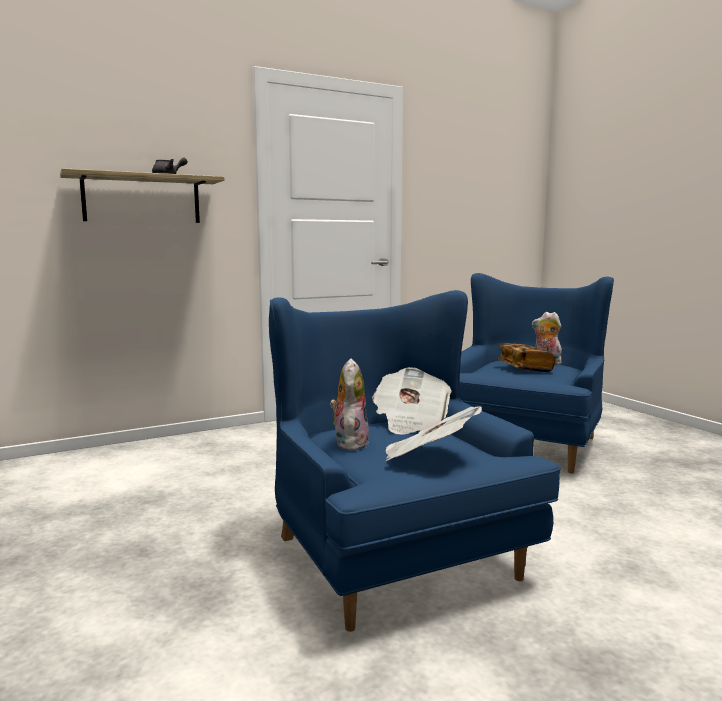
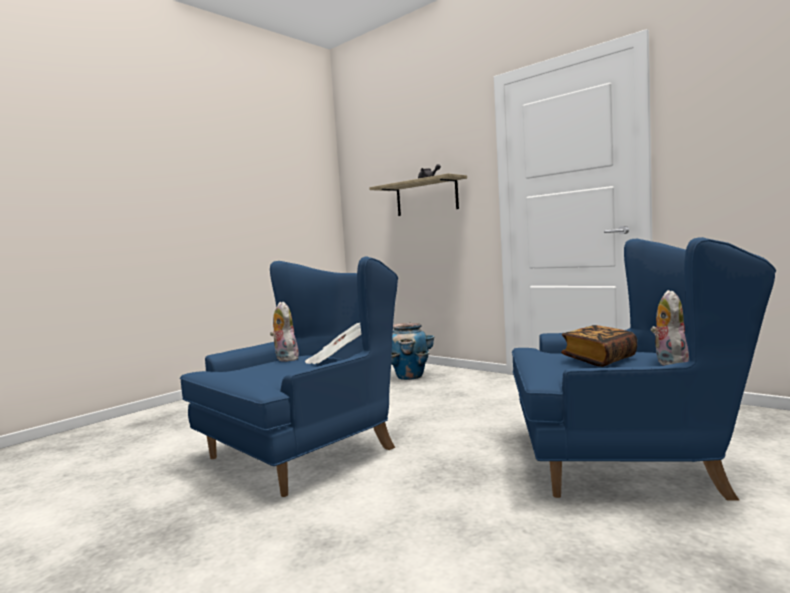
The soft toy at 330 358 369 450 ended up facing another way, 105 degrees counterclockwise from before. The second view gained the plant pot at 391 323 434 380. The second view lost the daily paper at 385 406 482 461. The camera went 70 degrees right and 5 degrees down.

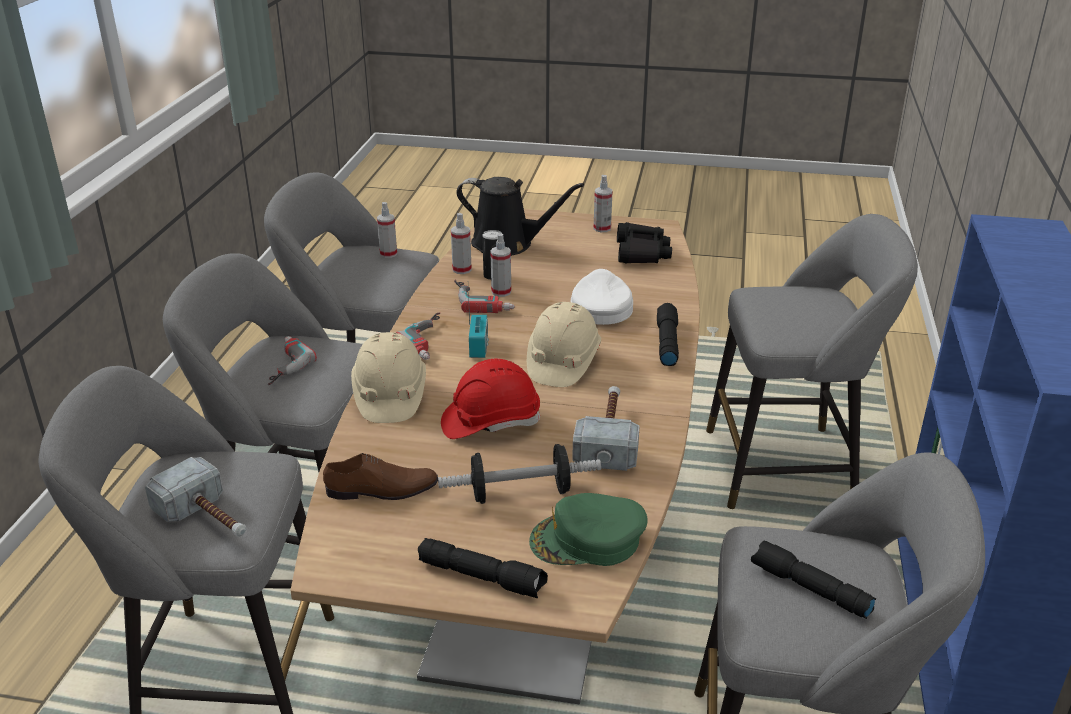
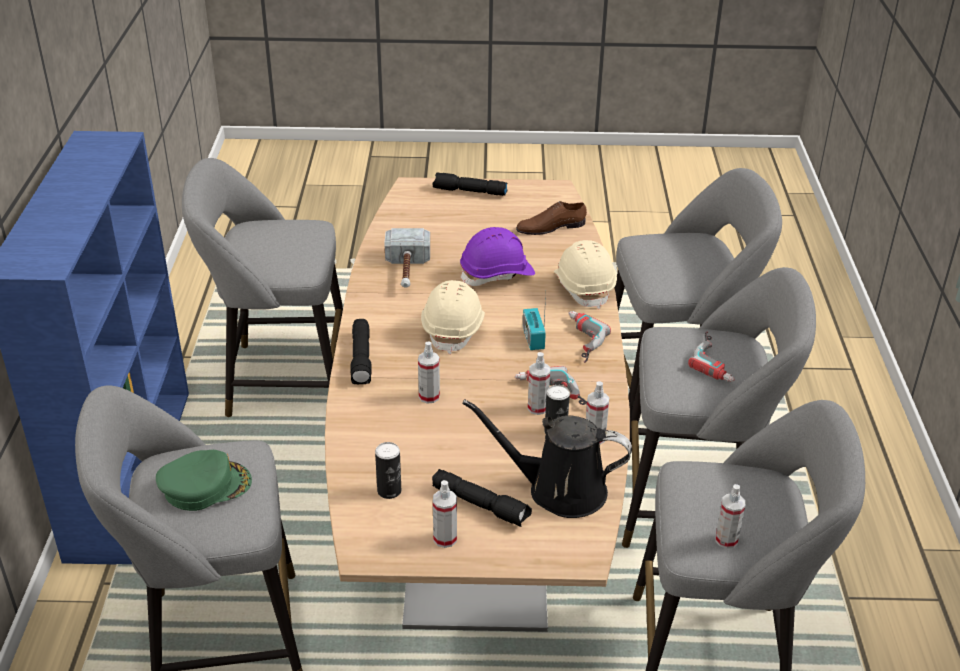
The green-coloured baseball cap ended up elsewhere, having gone from 529 493 648 566 to 156 450 252 511. Where the black-coloured pair of binoculars stood at 617 222 672 264, the can came to stand at 375 442 401 499. Where the white baseball cap stood at 571 269 633 325, the spray bottle came to stand at 418 342 440 404. The black-coloured hand torch ended up elsewhere, having gone from 751 541 876 619 to 432 469 532 527. What was the red-coloured safety helmet at 441 359 540 439 turned into the purplish safety helmet at 460 227 535 286. The second view lost the hand hammer at 145 457 246 537. The second view lost the dumbbell at 438 444 601 504. The camera went 170 degrees right and 5 degrees up.

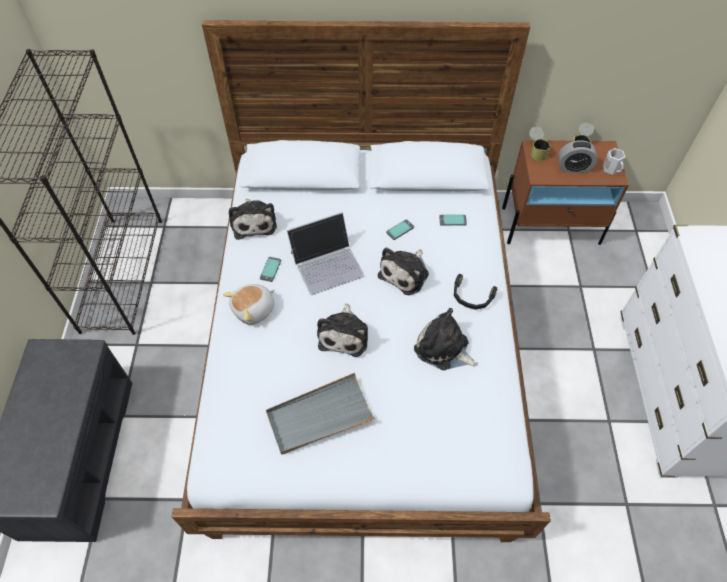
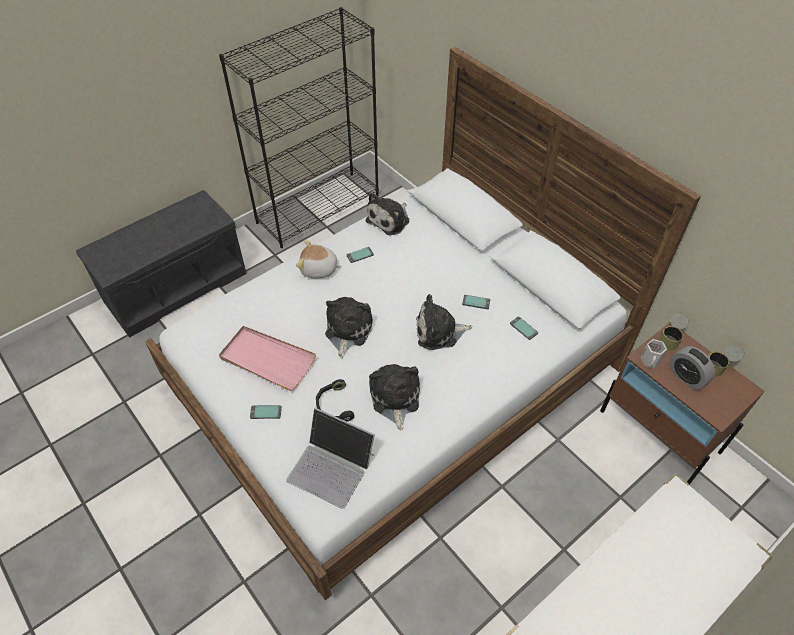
What was the gray carrying tray at 266 373 375 454 turned into the pinkish carrying tray at 219 326 316 391. The second view gained the handset at 250 405 282 419. The laptop ended up elsewhere, having gone from 287 212 364 295 to 286 408 375 509. The black-coloured headset ended up elsewhere, having gone from 454 274 497 310 to 316 379 354 422. The soft toy at 317 304 368 357 ended up facing another way, 135 degrees clockwise from before. The white mug ended up elsewhere, having gone from 602 148 626 175 to 640 339 667 368. The camera went 50 degrees right and 5 degrees down.

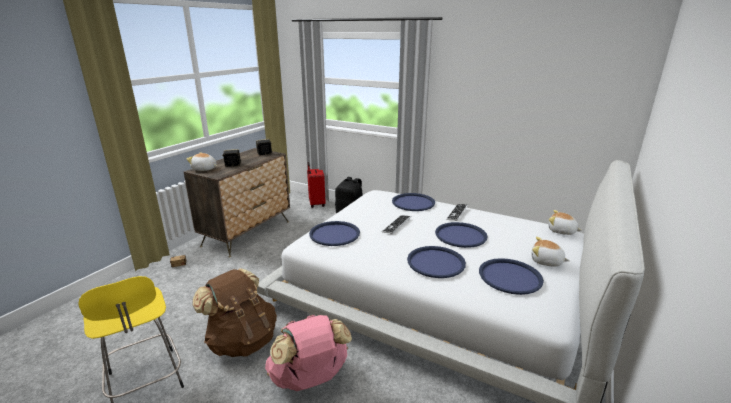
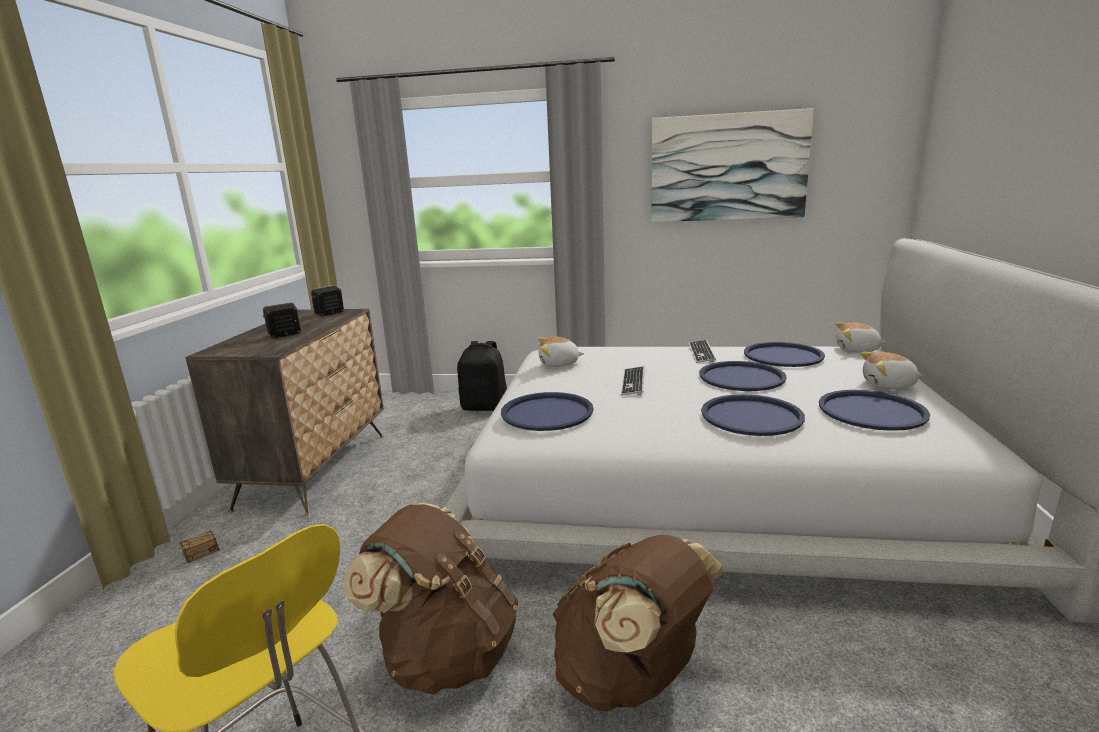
The soft toy ended up elsewhere, having gone from 186 152 217 171 to 538 337 584 367. What was the pinkish rucksack at 265 315 352 391 turned into the brownish rucksack at 553 535 725 711. The second view gained the wall picture at 651 108 814 222. The bluish carrying tray ended up elsewhere, having gone from 392 193 435 211 to 744 342 825 367. The second view lost the red-coloured piece of luggage at 307 162 326 208. The camera went 20 degrees left and 5 degrees down.

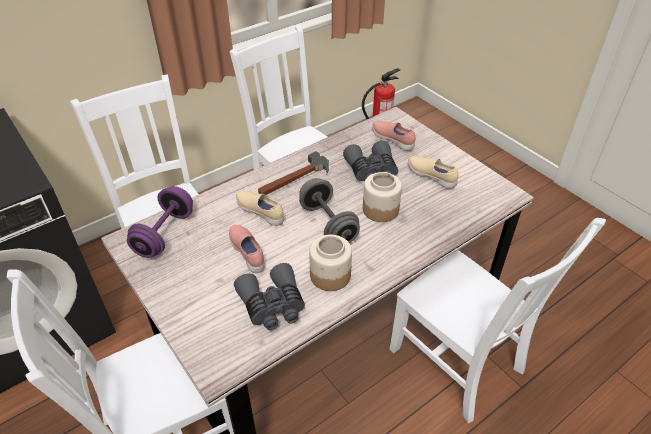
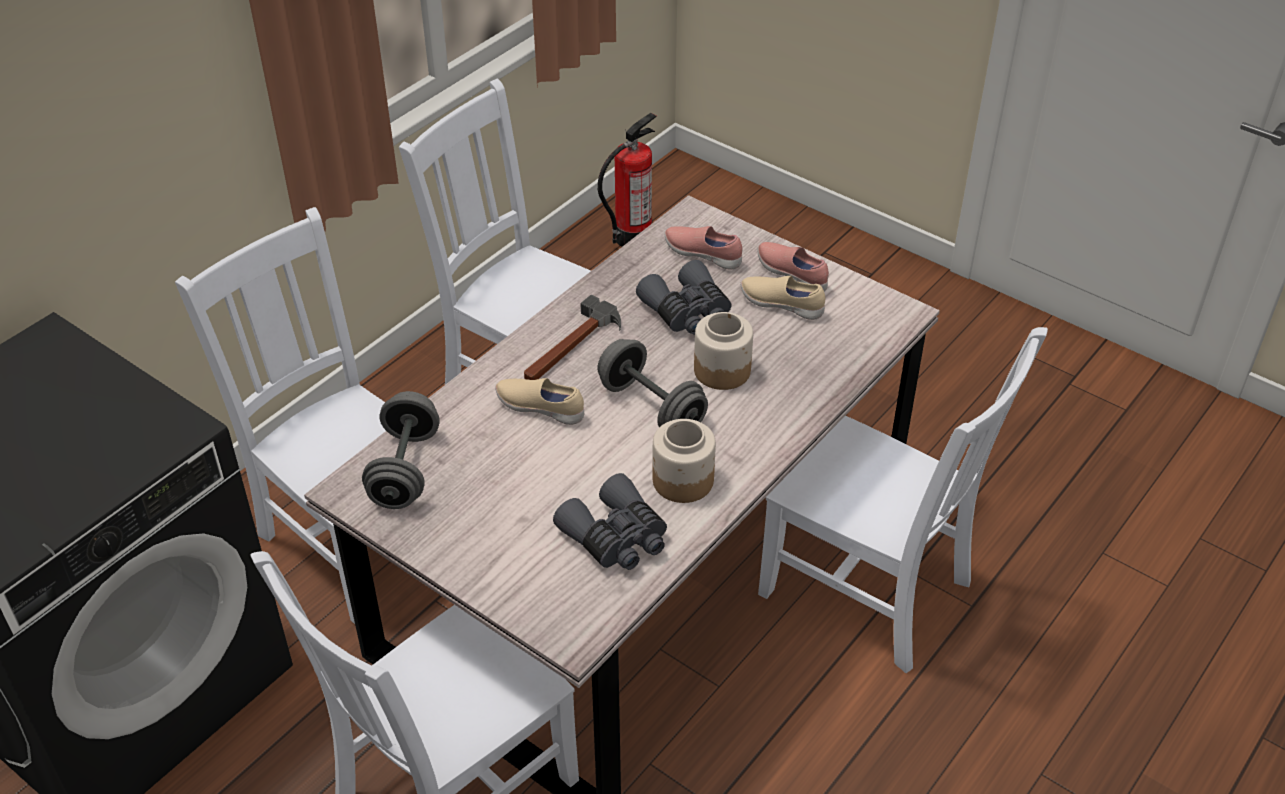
What was the purplish dumbbell at 127 186 193 258 turned into the gray dumbbell at 362 391 440 509. The pinkish item of footwear ended up elsewhere, having gone from 229 225 264 273 to 758 242 829 292. The camera went 15 degrees left and 0 degrees up.

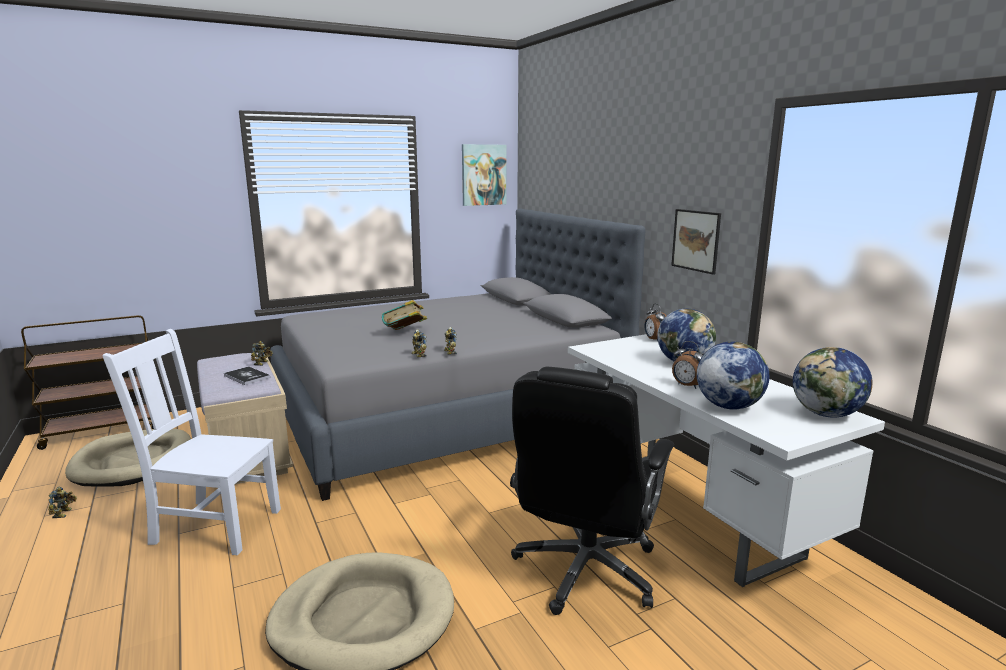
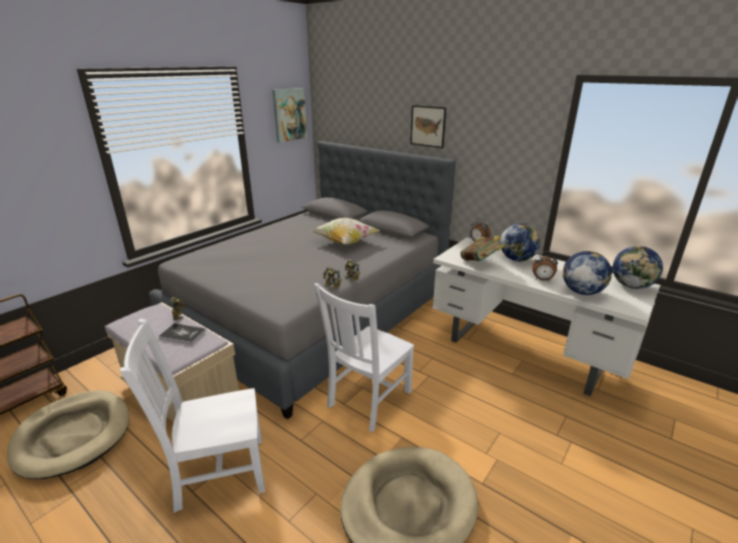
The second view gained the throw pillow at 311 218 380 245. The second view gained the white plain chair at 314 283 414 432. The wall picture ended up elsewhere, having gone from 671 209 721 275 to 410 105 446 148. The book ended up elsewhere, having gone from 382 300 427 330 to 460 236 505 261. The second view lost the robot figure at 48 486 77 518. The second view lost the black-coloured office chair at 510 367 674 615. The camera went 25 degrees left and 10 degrees up.

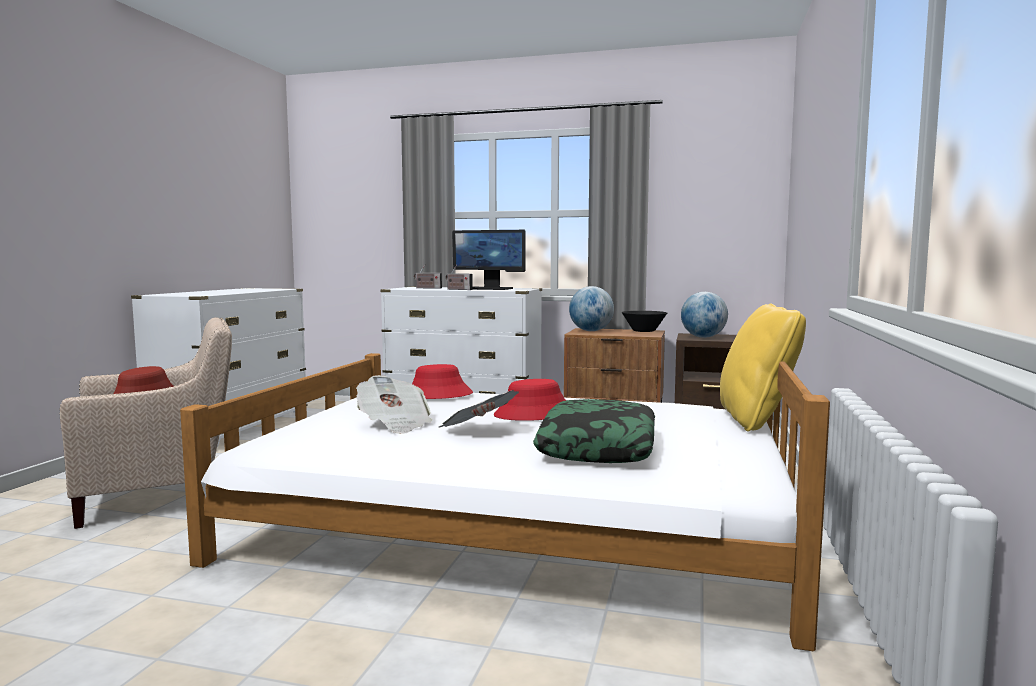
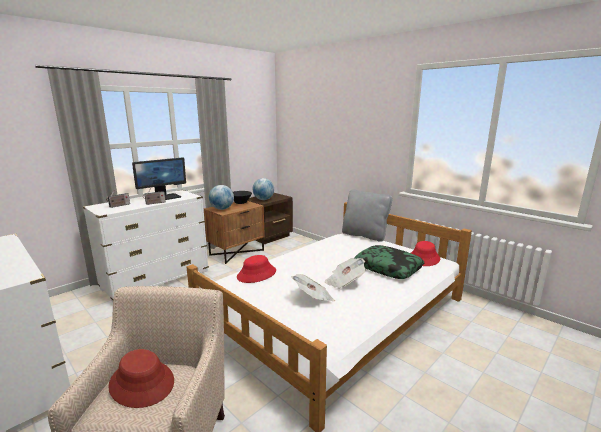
What was the yellowish throw pillow at 720 303 806 432 turned into the gray throw pillow at 342 189 392 242. The red-coloured hat ended up elsewhere, having gone from 494 379 566 421 to 411 241 440 266. The camera went 60 degrees left and 10 degrees up.

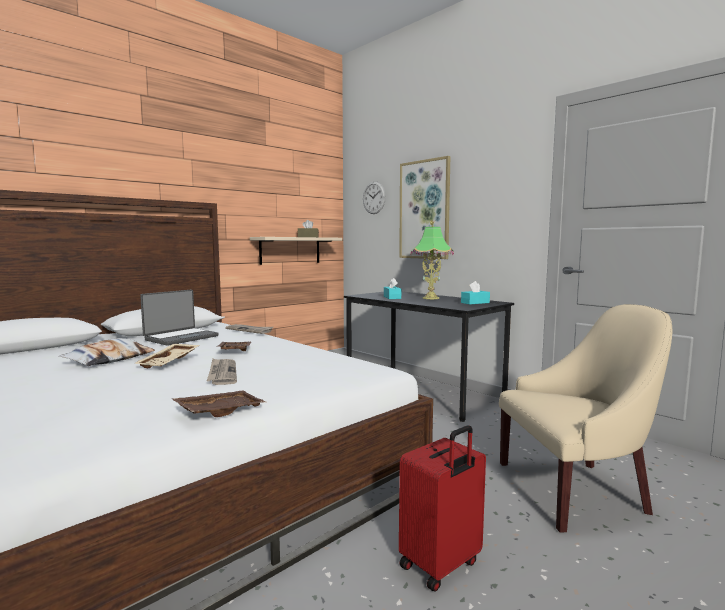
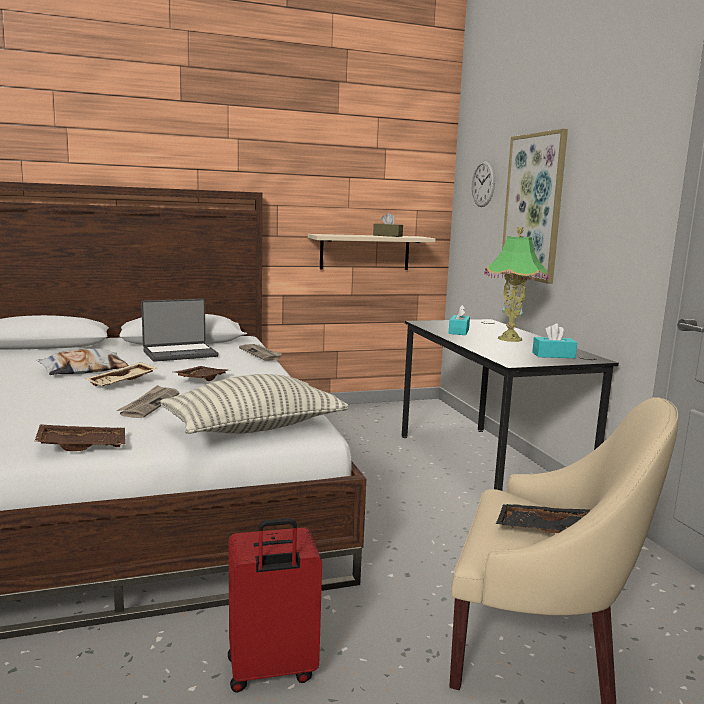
The second view gained the throw pillow at 160 374 348 434. The second view gained the black-coloured carrying tray at 496 504 591 533. The camera went 25 degrees right and 5 degrees up.

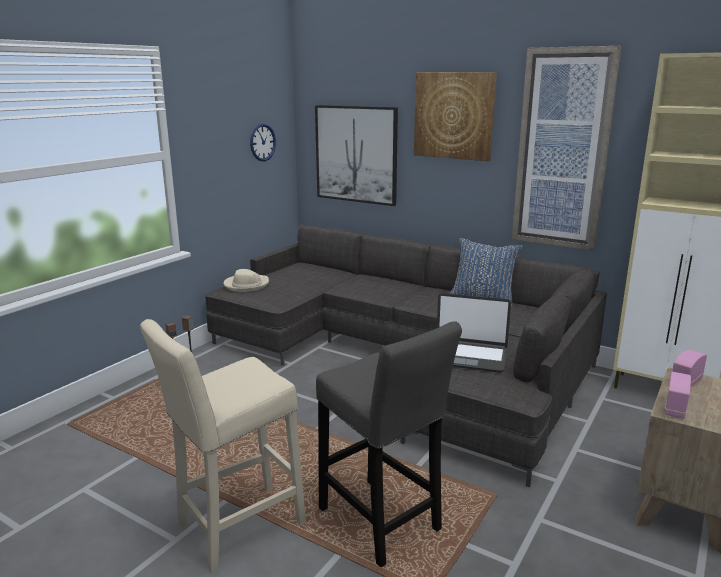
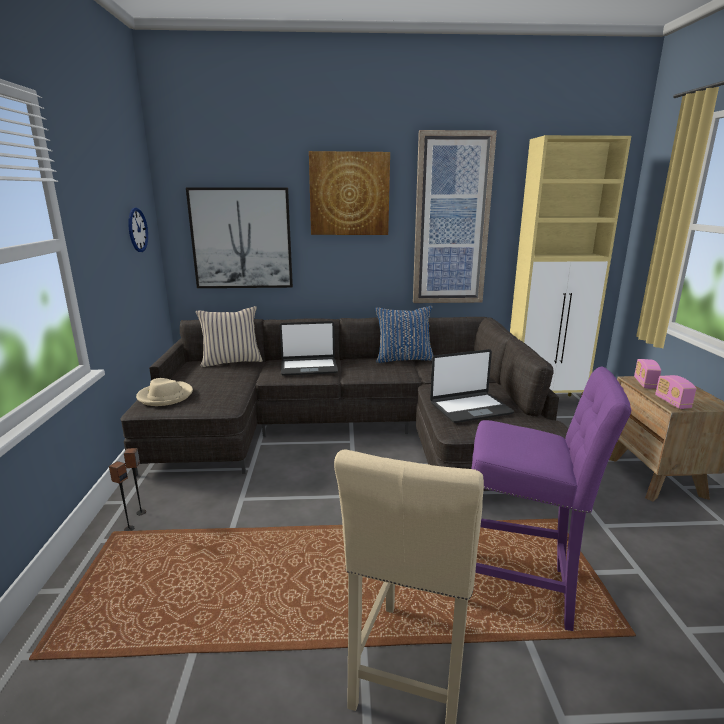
The second view gained the beige throw pillow at 196 306 263 367. The second view gained the laptop at 280 321 338 376. What was the gray stool seat at 316 321 462 567 turned into the purplish stool seat at 472 367 631 631. The camera went 35 degrees left and 0 degrees up.

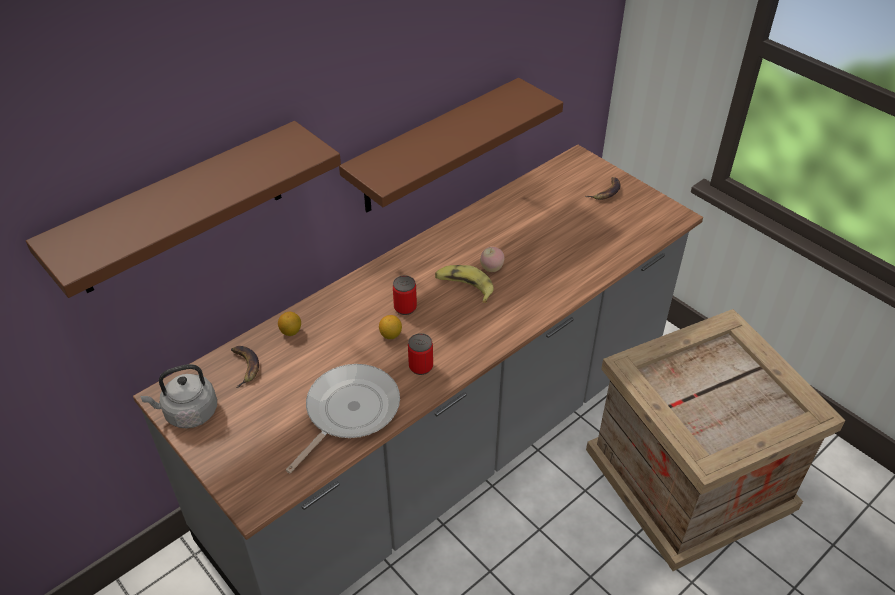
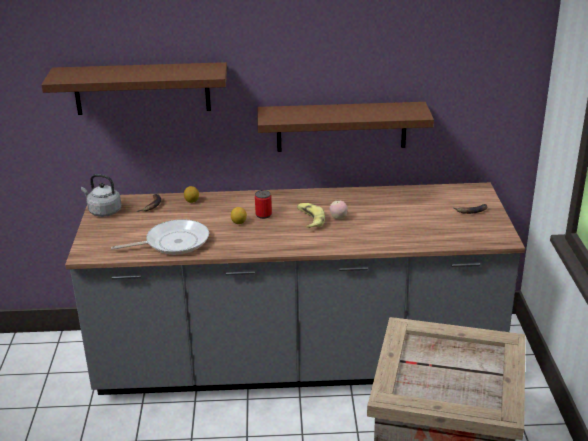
The second view lost the can at 408 333 433 375. The camera went 40 degrees right and 15 degrees down.

